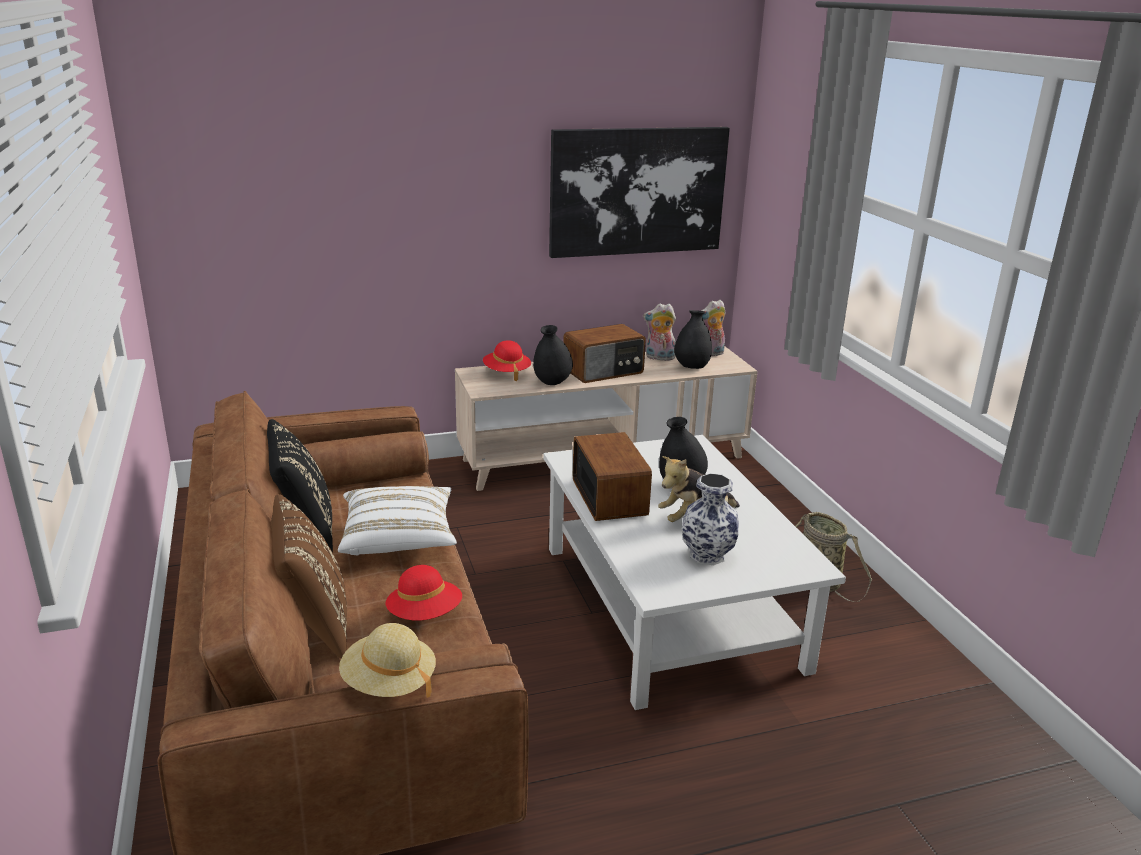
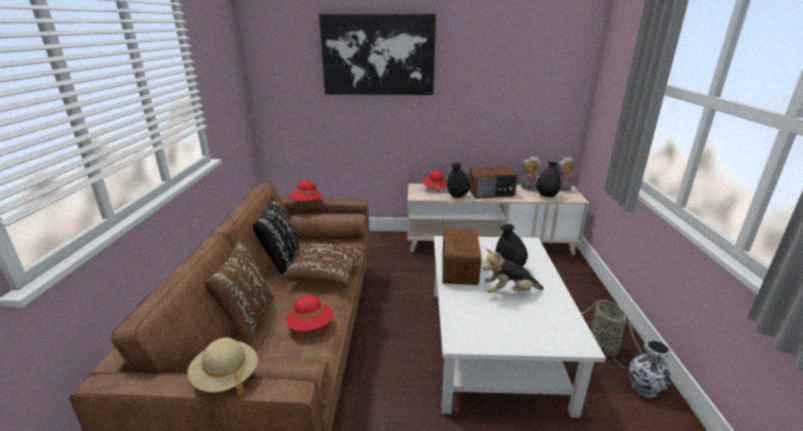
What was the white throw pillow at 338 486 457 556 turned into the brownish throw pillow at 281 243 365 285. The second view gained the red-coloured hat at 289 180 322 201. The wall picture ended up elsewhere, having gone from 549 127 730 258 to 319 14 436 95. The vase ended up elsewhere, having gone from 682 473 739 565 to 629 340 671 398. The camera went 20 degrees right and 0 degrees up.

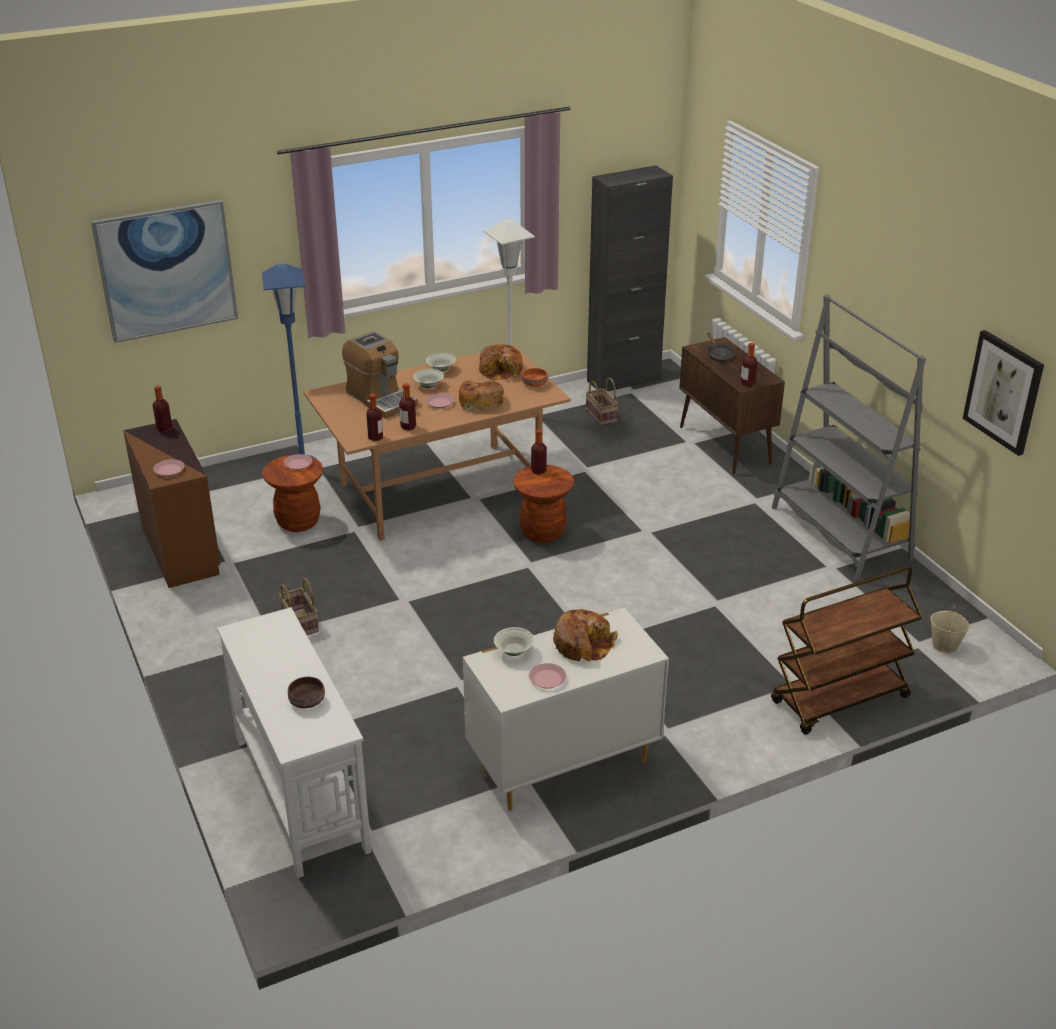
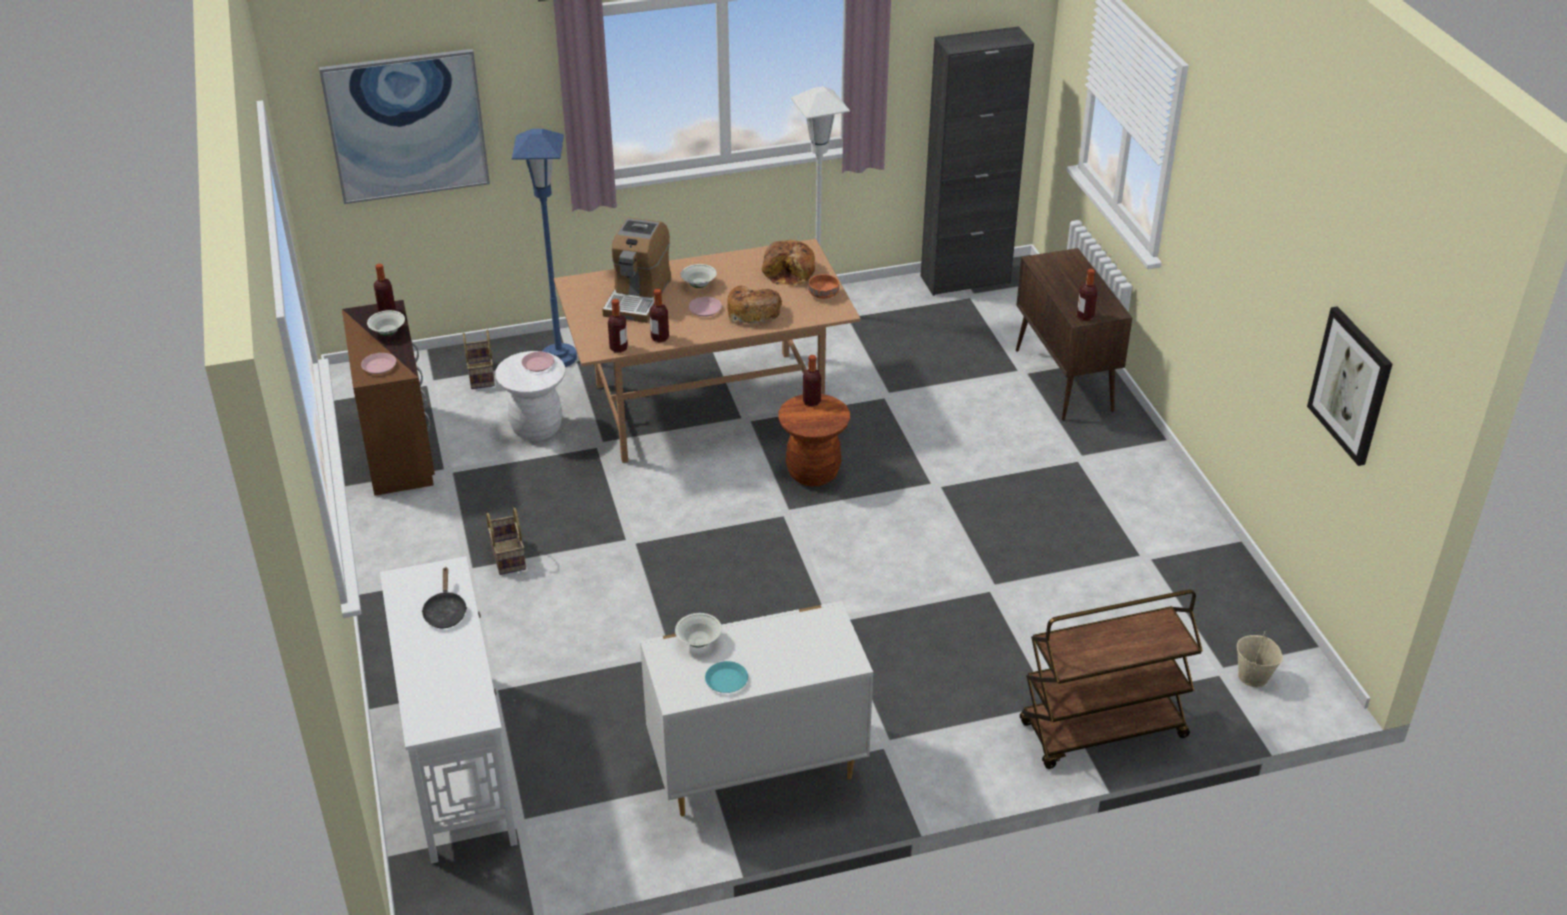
The white deep dish ended up elsewhere, having gone from 426 353 456 372 to 367 310 405 336. The black-coloured pan ended up elsewhere, having gone from 707 333 735 362 to 421 567 467 628. The storage basket ended up elsewhere, having gone from 586 378 618 426 to 463 330 495 389. What was the brownish stool seat at 262 455 323 532 turned into the white stool seat at 495 351 565 441. The coffee maker at 342 331 417 419 ended up facing another way, 45 degrees clockwise from before. What was the pinkish flat dish at 529 663 566 689 turned into the turquoise-coloured flat dish at 705 661 748 693. The second view lost the brownish deep dish at 288 677 325 708. The second view lost the bread at 553 609 618 662. The second view lost the gray bookshelf at 772 294 926 581. The camera went 10 degrees right and 5 degrees up.

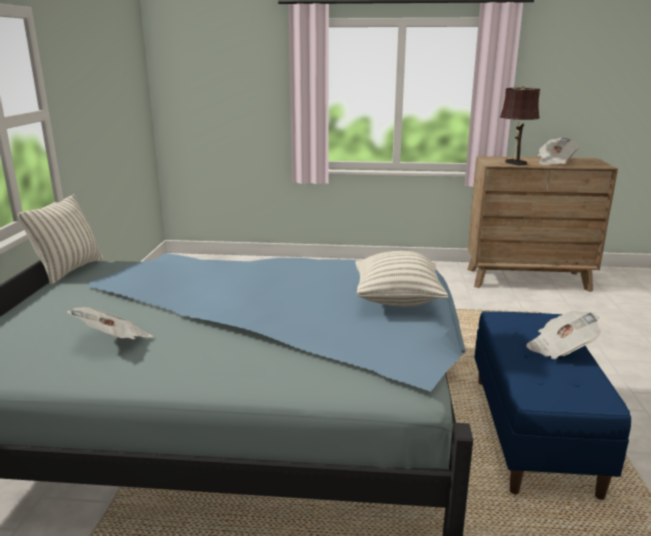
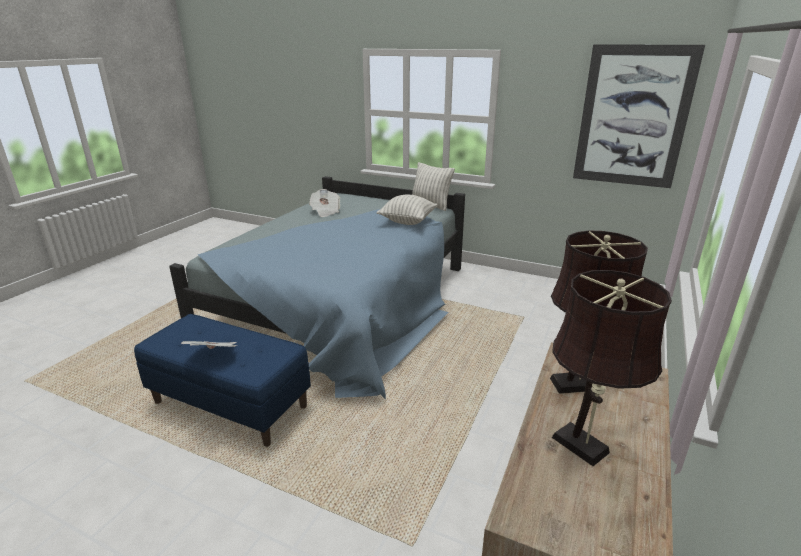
The throw pillow ended up elsewhere, having gone from 355 251 448 307 to 376 195 438 225. Where the daily paper stood at 538 137 580 165, the brownish lamp for a table came to stand at 552 270 672 466. The second view gained the wall picture at 573 44 705 188. The camera went 110 degrees right and 5 degrees up.

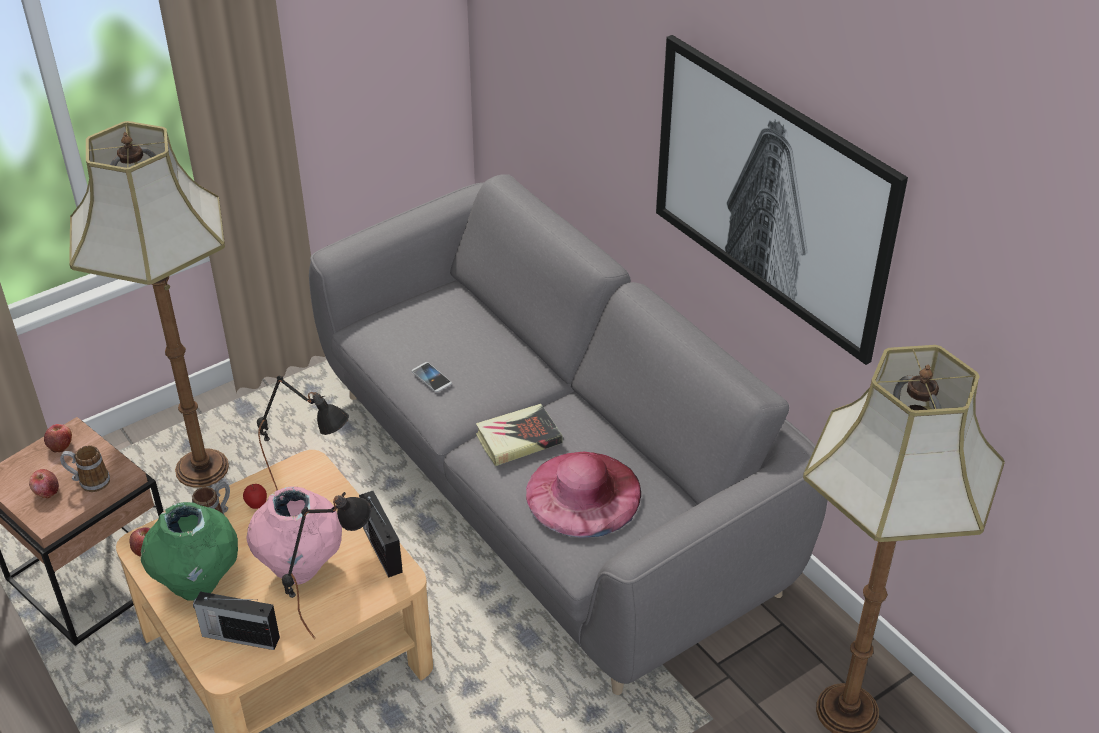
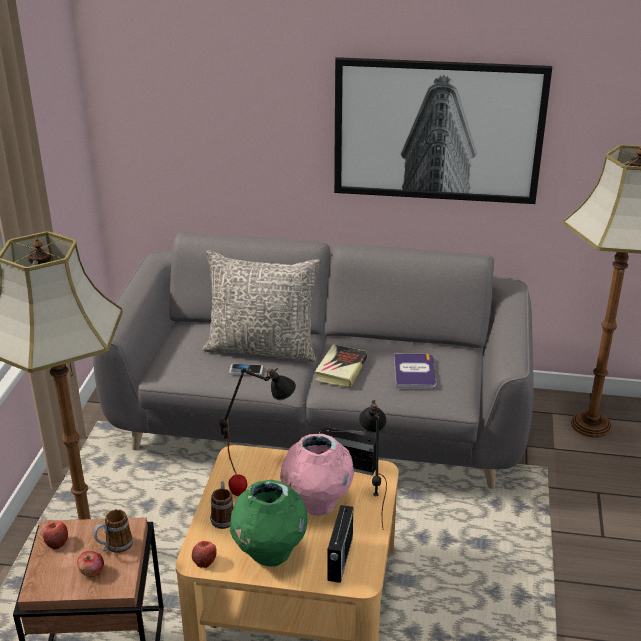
The second view gained the gray throw pillow at 202 250 320 362. The radio at 193 591 280 650 ended up facing another way, 45 degrees counterclockwise from before. Where the pinkish hat stood at 526 452 641 538, the book came to stand at 394 353 436 388. The camera went 45 degrees left and 10 degrees down.

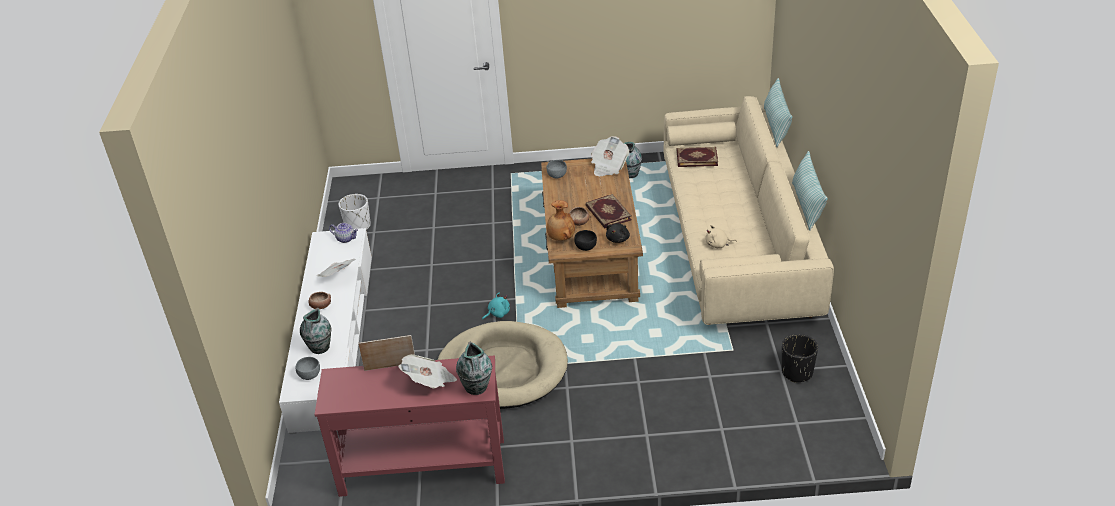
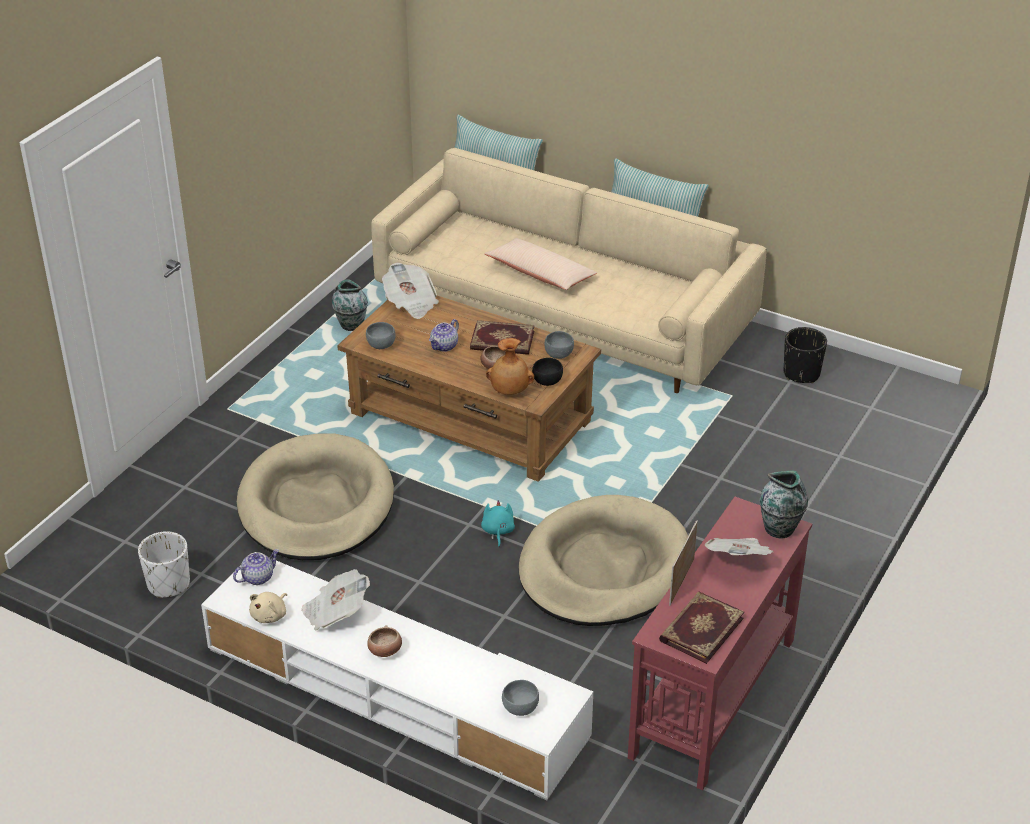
The second view gained the beige dog cushion at 237 434 394 560. The beige soft toy ended up elsewhere, having gone from 705 225 737 248 to 249 592 287 623. The second view gained the pot for tea at 429 319 459 352. The second view gained the beige throw pillow at 484 238 597 290. Where the black-coloured soft toy stood at 606 223 630 243, the gray deep dish came to stand at 545 331 574 359. The book ended up elsewhere, having gone from 677 147 718 167 to 659 591 744 664. The second view lost the vase at 300 308 331 354. The camera went 60 degrees left and 0 degrees up.

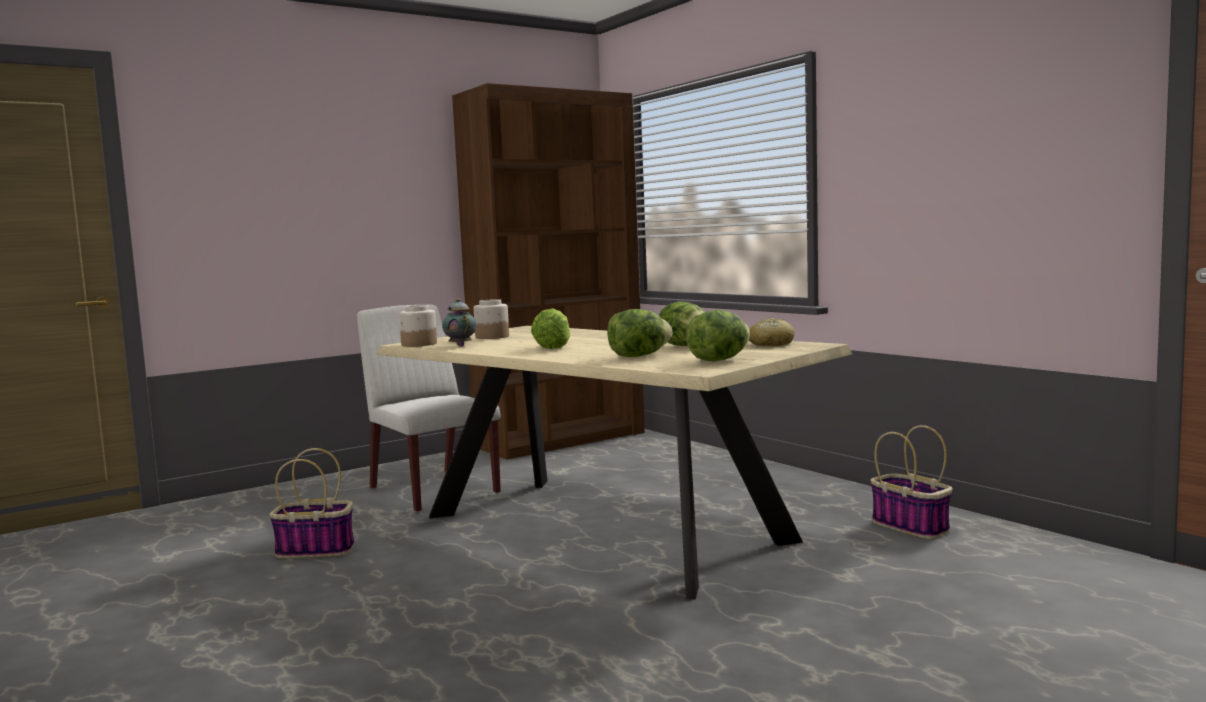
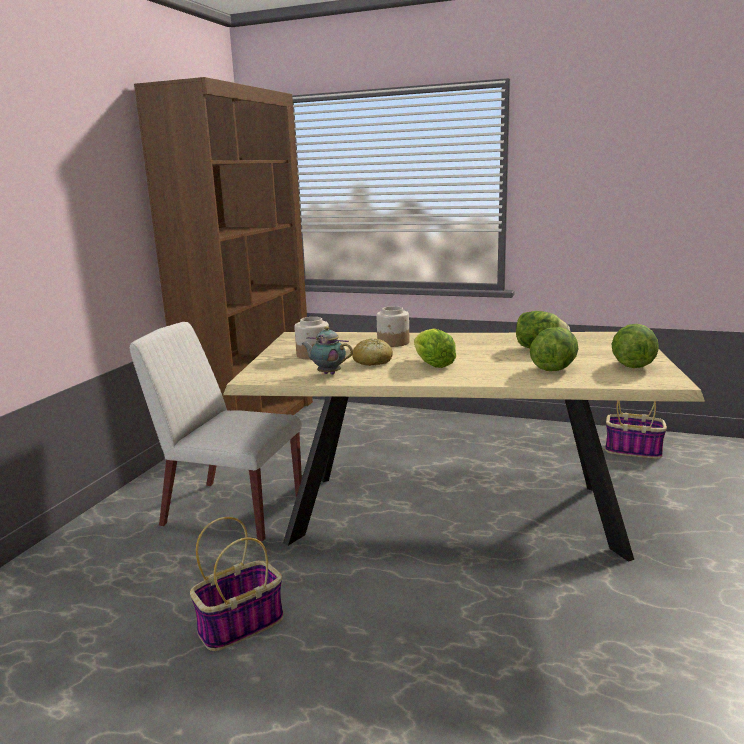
The bread ended up elsewhere, having gone from 749 318 794 346 to 352 338 393 366. The jar ended up elsewhere, having gone from 399 305 437 347 to 377 306 409 347. The camera went 35 degrees left and 10 degrees up.

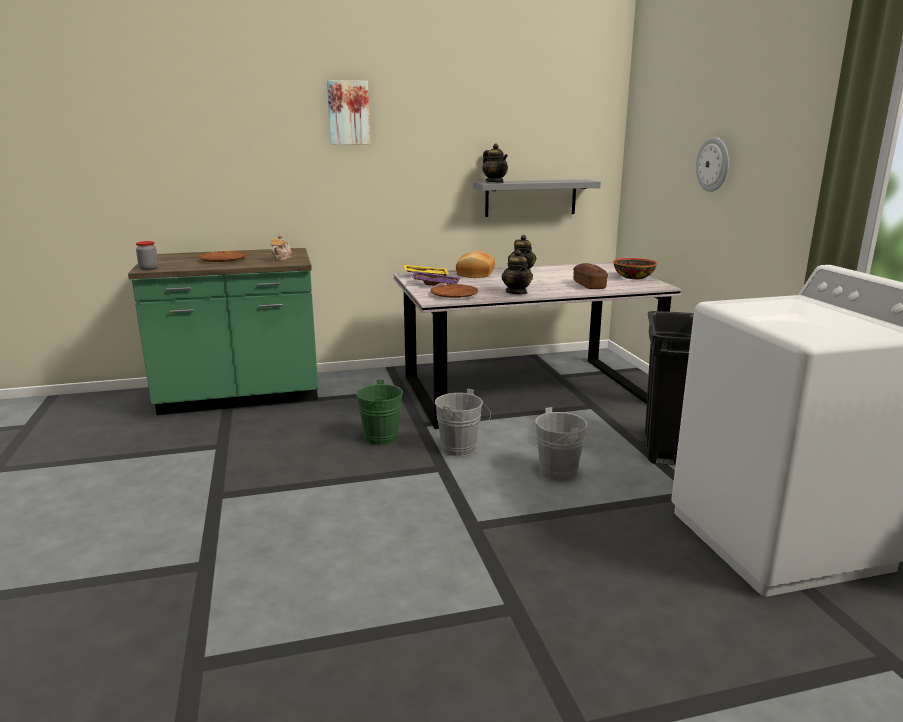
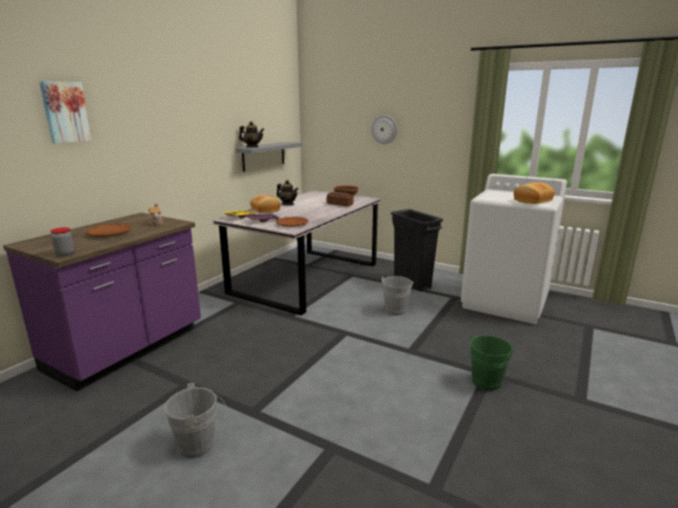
What was the green-coloured counter at 128 248 318 415 turned into the purplish counter at 3 213 201 392. The wall picture ended up elsewhere, having gone from 327 80 370 145 to 39 81 92 143. The gray water bucket ended up elsewhere, having gone from 435 389 491 457 to 164 383 227 459. The green-coloured water bucket ended up elsewhere, having gone from 349 379 403 445 to 465 334 514 391. The second view gained the bread at 514 182 555 204. The second view lost the pot for tea at 501 250 533 295. The camera went 45 degrees left and 0 degrees up.

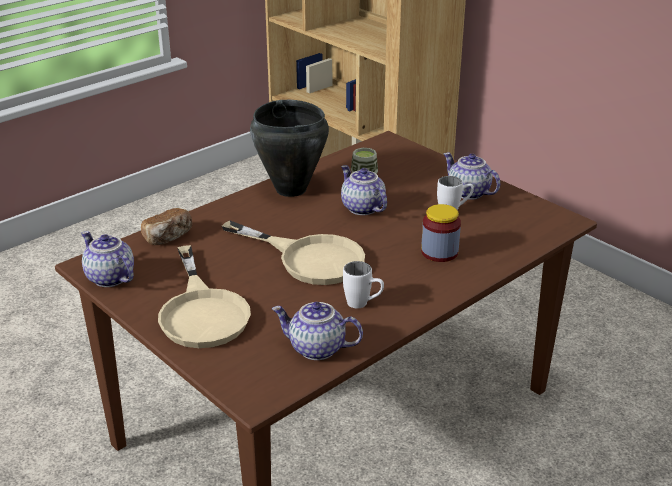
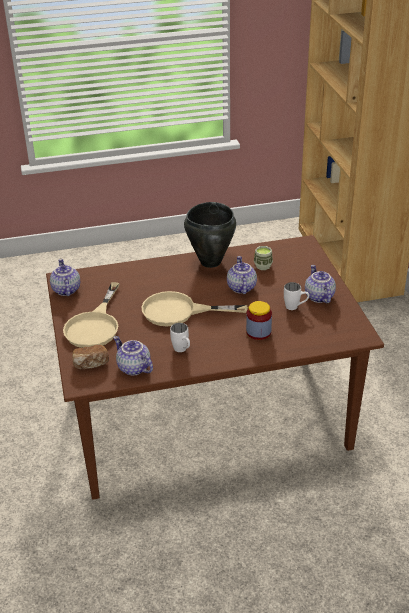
The bread ended up elsewhere, having gone from 141 208 192 245 to 72 345 109 369. The beige pan at 222 220 365 285 ended up facing another way, 120 degrees clockwise from before. The camera went 30 degrees right and 5 degrees up.

